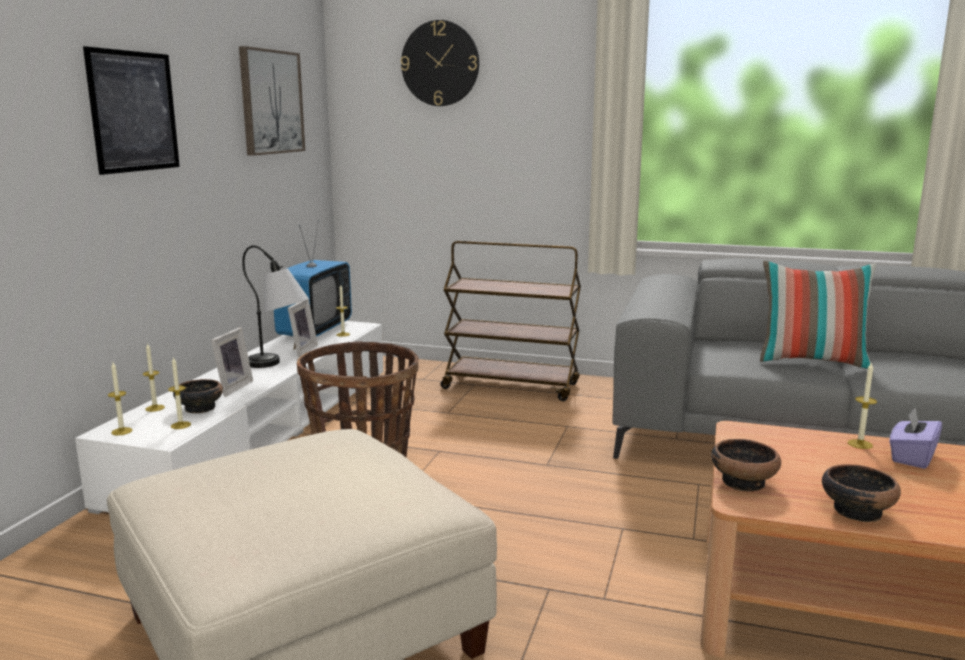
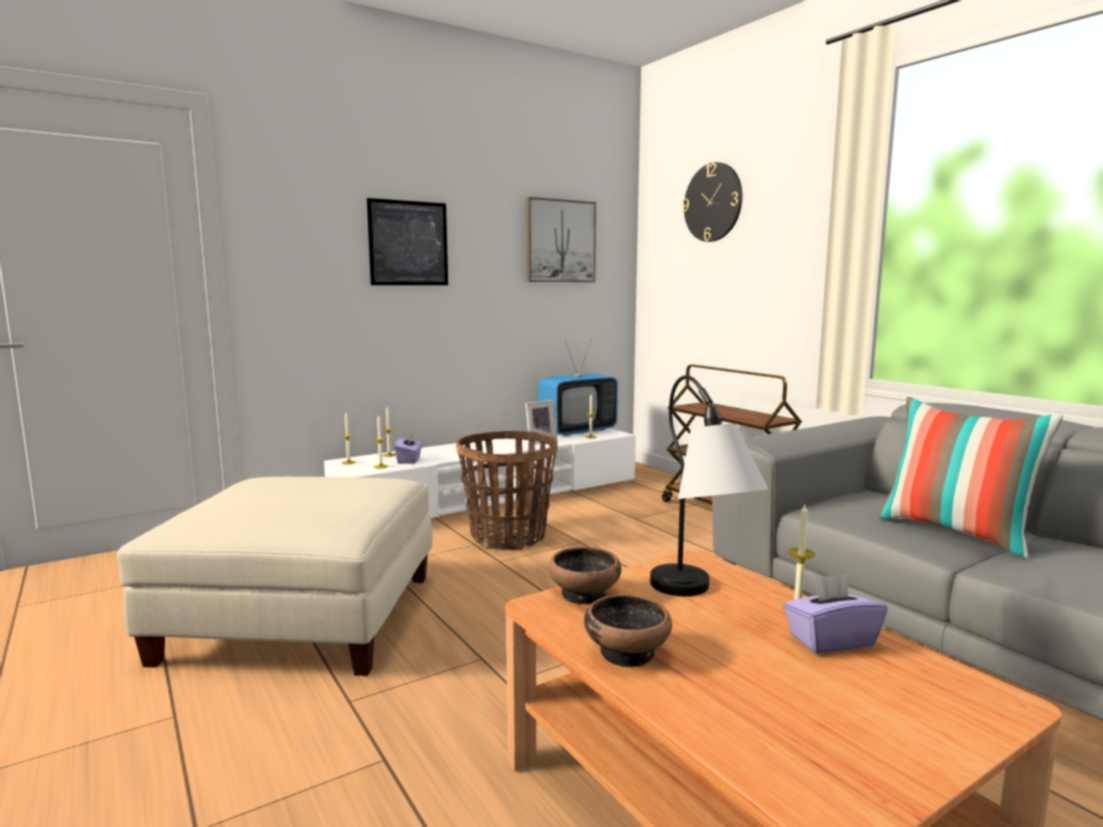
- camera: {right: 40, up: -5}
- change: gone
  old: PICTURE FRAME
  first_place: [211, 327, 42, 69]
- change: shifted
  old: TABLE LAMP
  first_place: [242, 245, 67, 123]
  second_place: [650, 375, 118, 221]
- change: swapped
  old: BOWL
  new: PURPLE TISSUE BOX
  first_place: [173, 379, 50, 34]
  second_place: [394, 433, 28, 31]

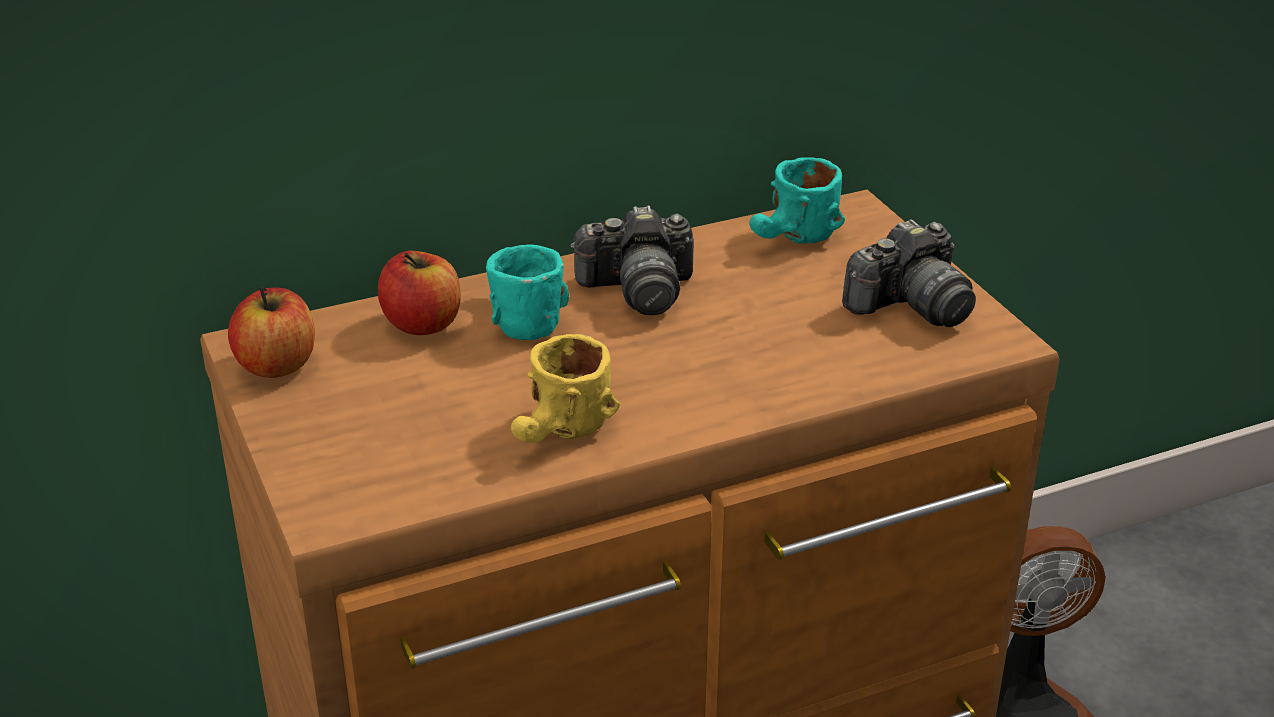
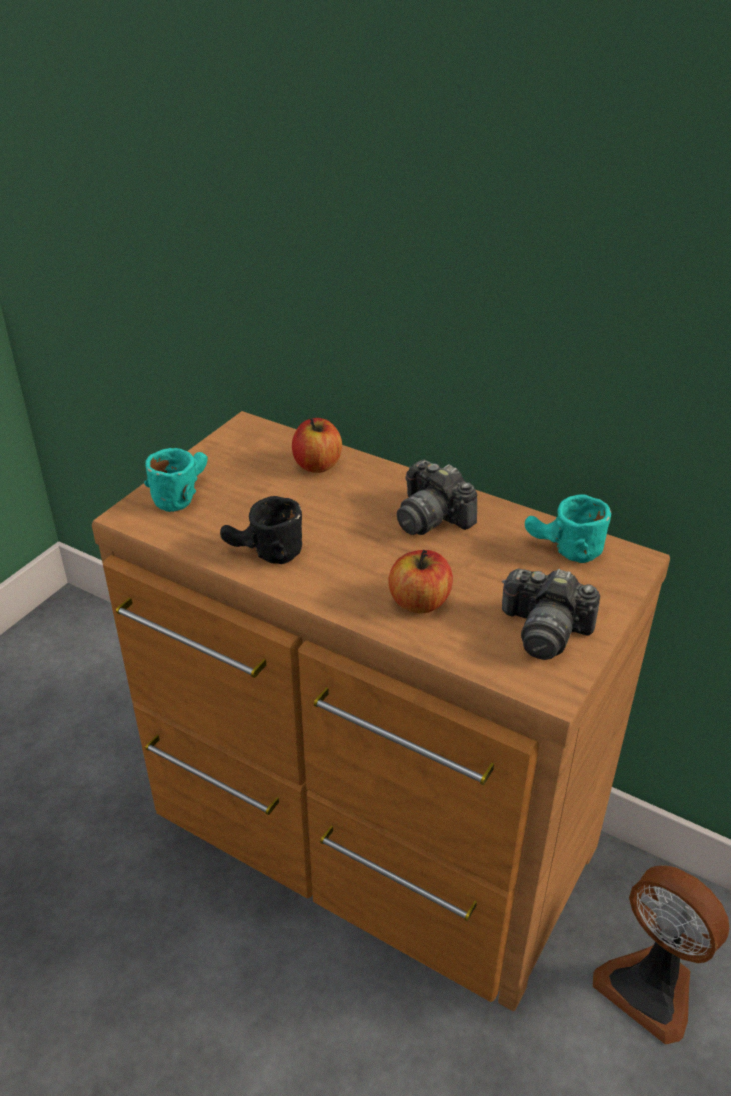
- camera: {right: 55, up: 5}
- change: shifted
  old: APPLE
  first_place: [228, 287, 87, 91]
  second_place: [388, 550, 65, 63]
- change: shifted
  old: TURQUOISE MUG
  first_place: [486, 244, 83, 96]
  second_place: [144, 448, 64, 64]
- change: repainted
  old: YELLOW MUG
  new: BLACK MUG
  first_place: [511, 334, 109, 109]
  second_place: [220, 496, 82, 68]

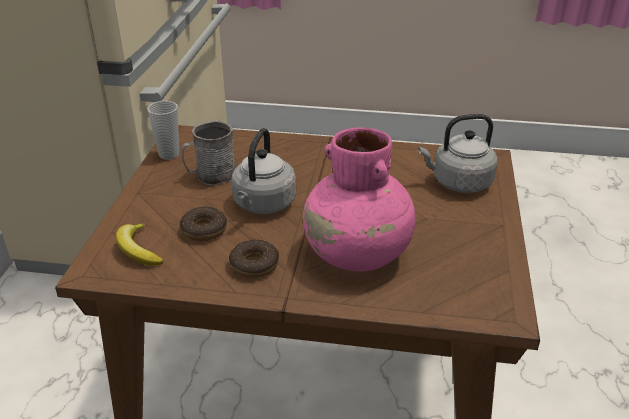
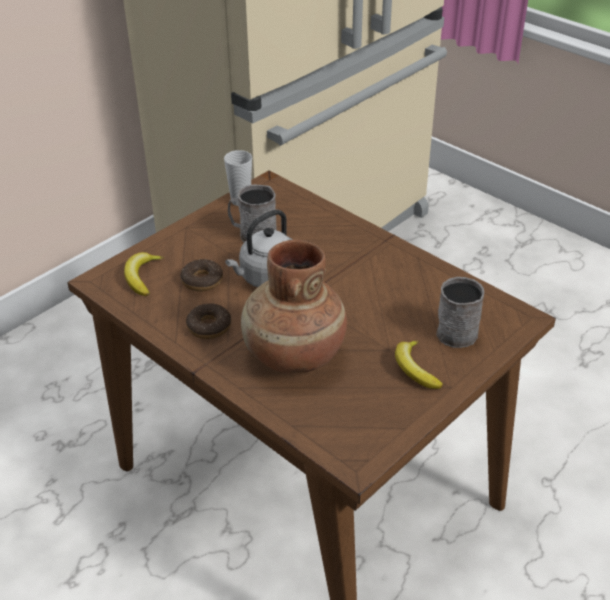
- camera: {right: 35, up: 5}
- change: new
  new: BANANA
  second_place: [395, 340, 48, 49]
- change: swapped
  old: GREY KETTLE
  new: GREY MUG
  first_place: [418, 114, 80, 79]
  second_place: [436, 277, 48, 71]
- change: repainted
  old: PINK VASE
  new: BROWN VASE
  first_place: [303, 127, 112, 144]
  second_place: [241, 240, 106, 133]

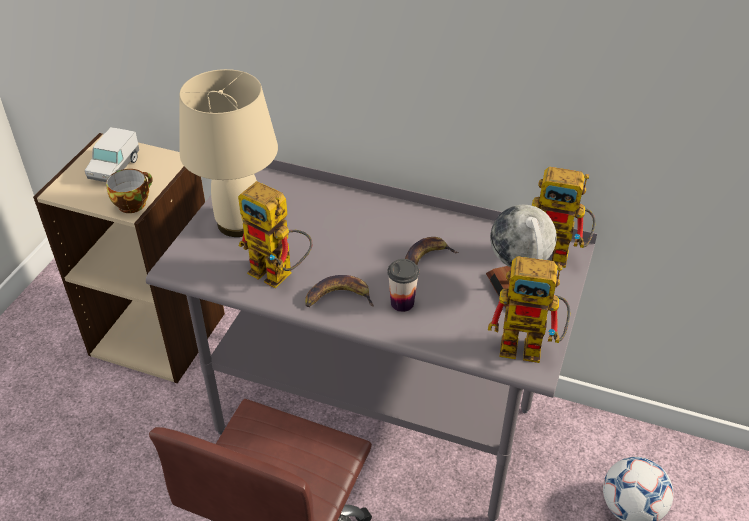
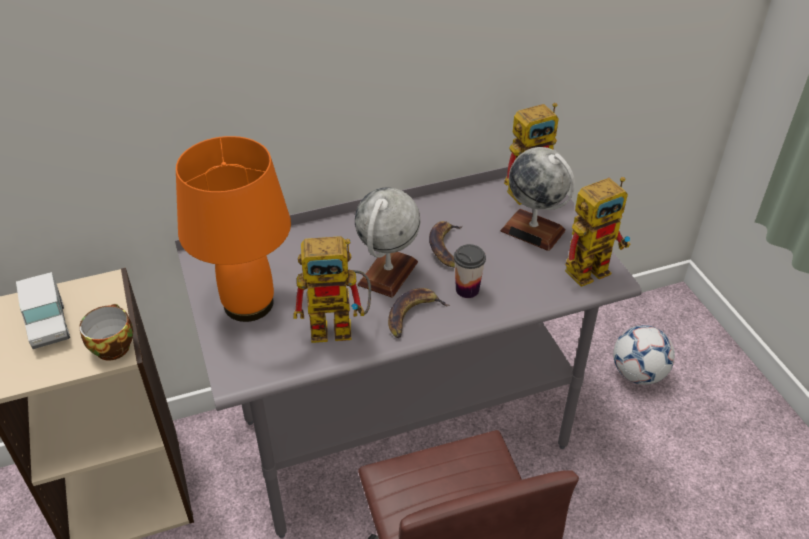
- camera: {right: -40, up: 0}
- change: new
  new: GLOBE
  second_place: [355, 187, 65, 111]
- change: repainted
  old: BEIGE TABLE LAMP
  new: ORANGE TABLE LAMP
  first_place: [179, 69, 99, 168]
  second_place: [176, 136, 115, 186]

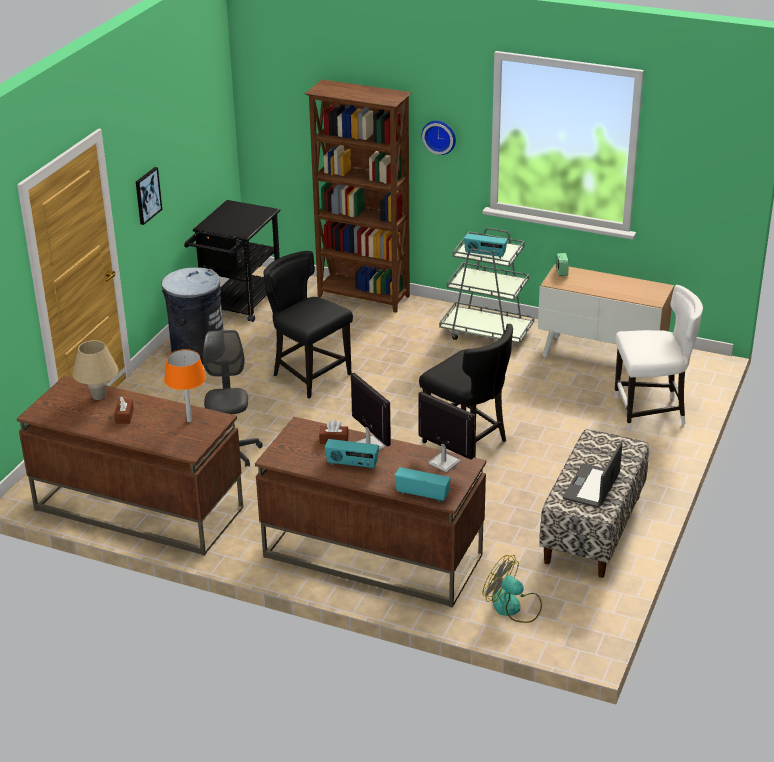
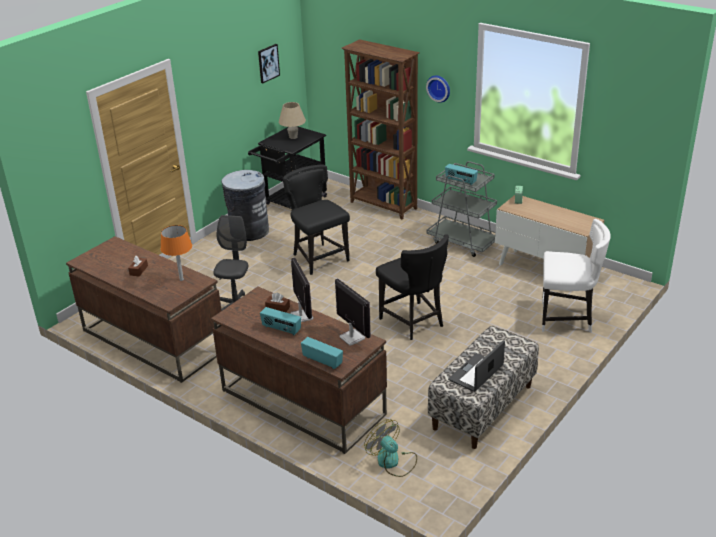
- camera: {right: 15, up: 0}
- change: shifted
  old: BEIGE TABLE LAMP
  first_place: [72, 340, 46, 60]
  second_place: [279, 102, 27, 37]
- change: shifted
  old: PICTURE
  first_place: [136, 167, 26, 58]
  second_place: [258, 44, 22, 39]

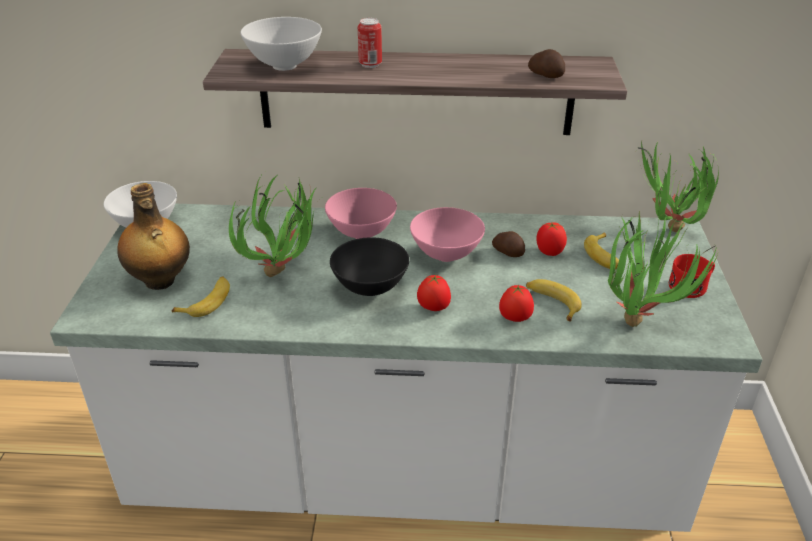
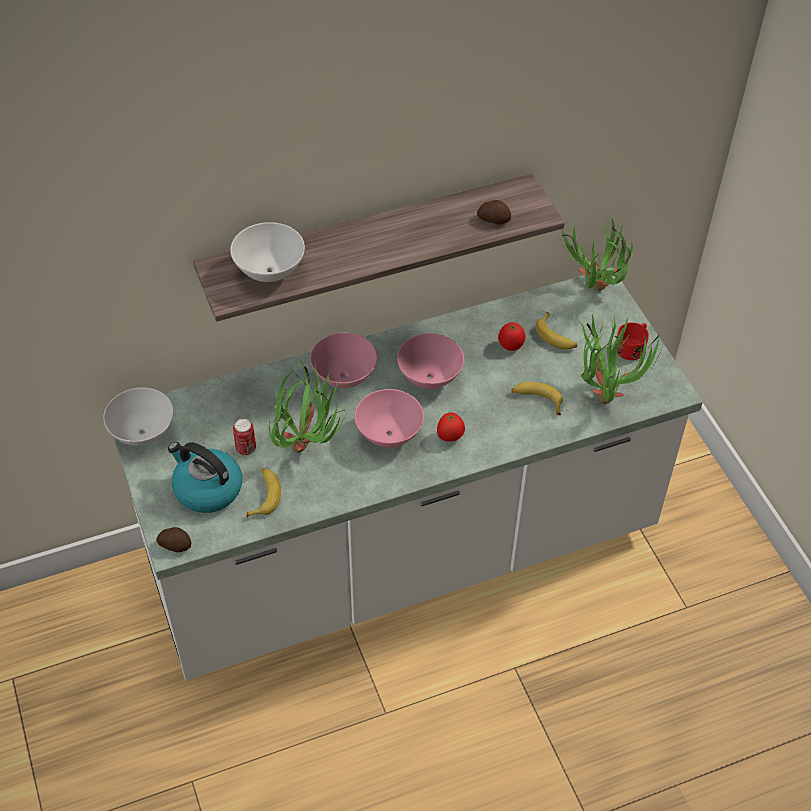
- camera: {right: -25, up: 15}
- change: gone
  old: TOMATO
  first_place: [499, 284, 35, 38]
- change: shifted
  old: CAN
  first_place: [358, 18, 24, 50]
  second_place: [233, 419, 23, 36]
- change: shifted
  old: POTATO
  first_place: [492, 231, 33, 26]
  second_place: [156, 527, 35, 25]
- change: swapped
  old: BOTTLE
  new: KETTLE
  first_place: [117, 183, 73, 107]
  second_place: [168, 442, 74, 71]
- change: repainted
  old: BLACK BOWL
  new: PINK BOWL
  first_place: [330, 237, 79, 59]
  second_place: [355, 389, 69, 59]

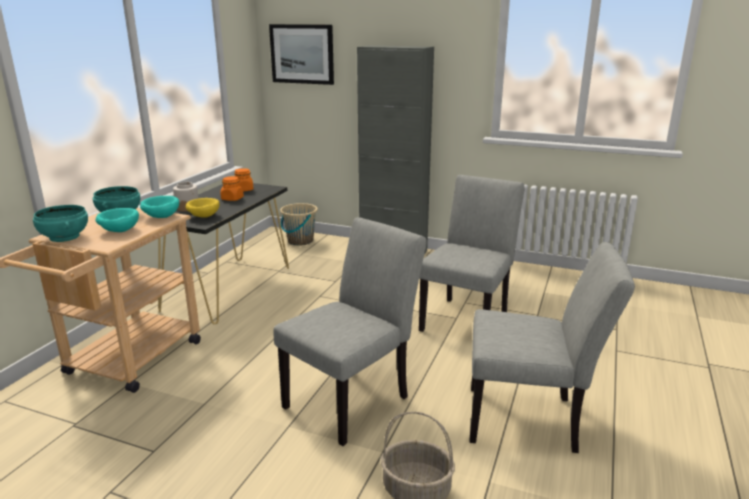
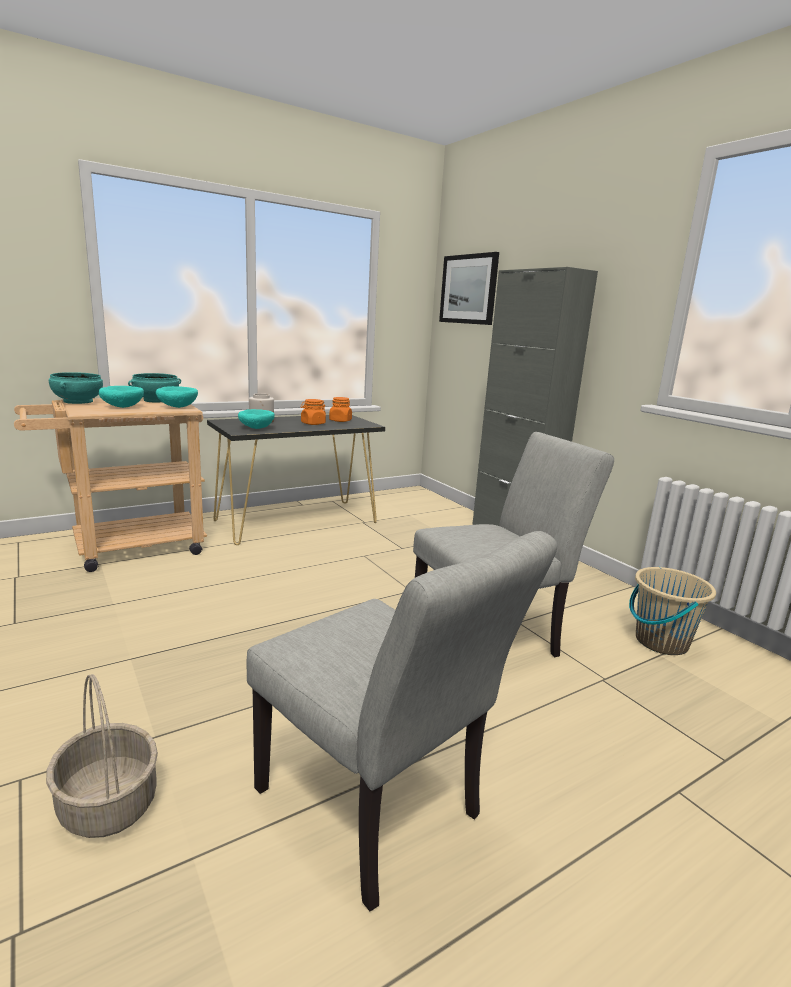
- camera: {right: 35, up: -5}
- change: gone
  old: GREY CHAIR
  first_place: [273, 217, 154, 229]
- change: shifted
  old: BEIGE BUCKET
  first_place: [280, 203, 38, 43]
  second_place: [629, 567, 87, 88]
- change: repainted
  old: YELLOW BOWL
  new: TURQUOISE BOWL
  first_place: [186, 198, 34, 20]
  second_place: [238, 409, 37, 20]

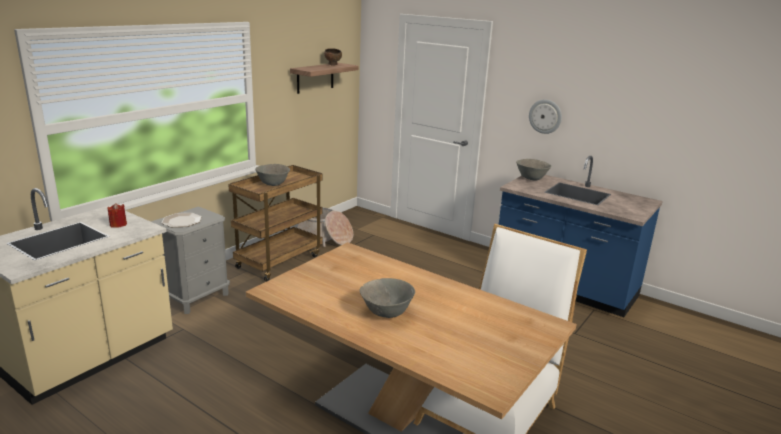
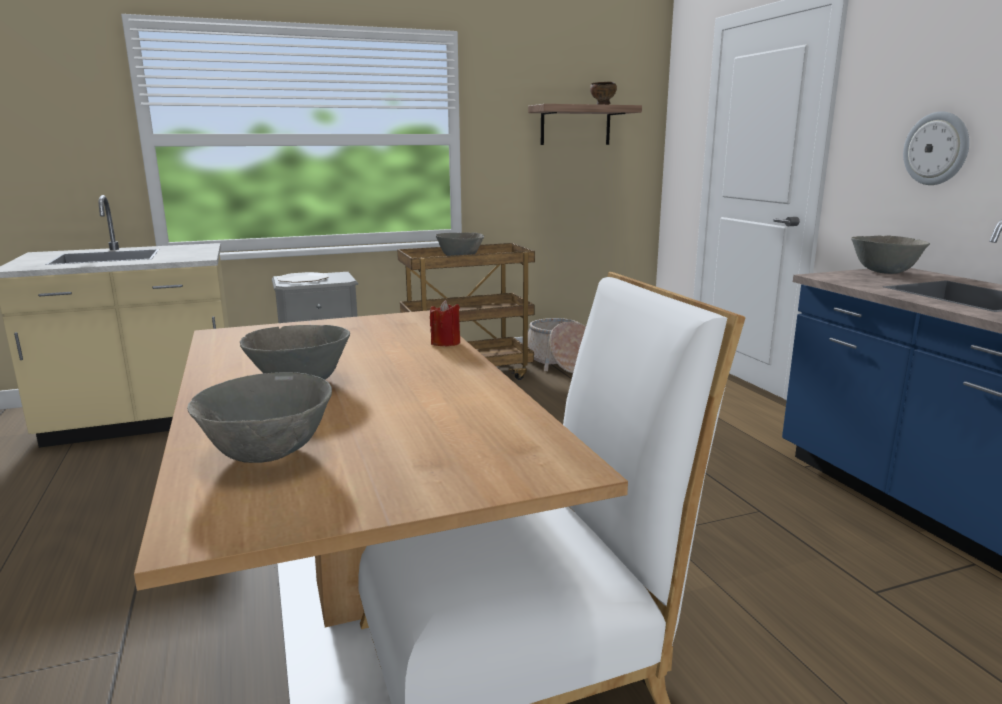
- camera: {right: 35, up: -5}
- change: new
  new: GREY BOWL
  second_place: [187, 372, 145, 91]
- change: shifted
  old: RED CANDLE
  first_place: [108, 203, 19, 25]
  second_place: [430, 300, 30, 46]

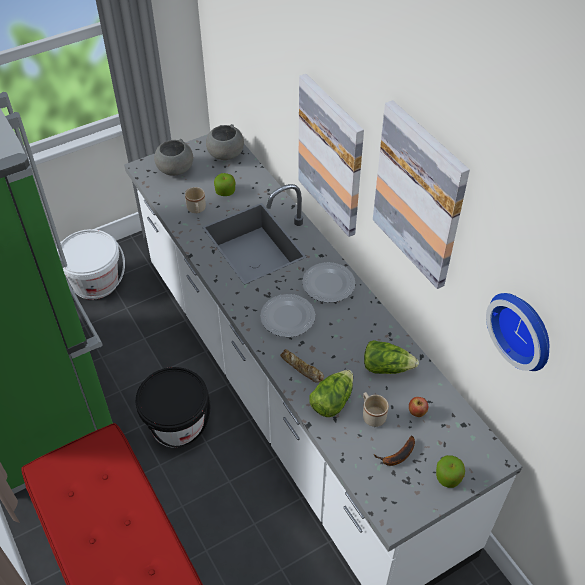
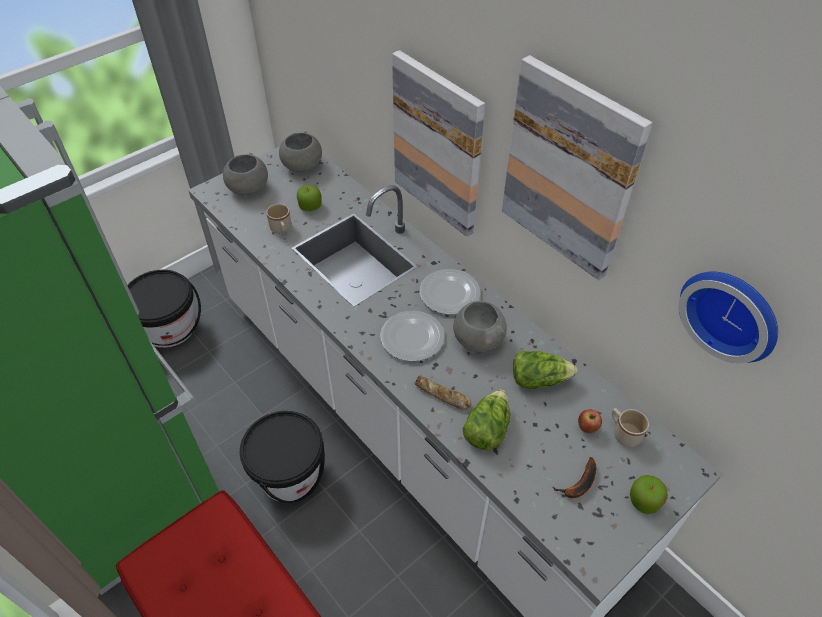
- camera: {right: -10, up: 0}
- change: new
  new: GREY BOWL
  second_place: [453, 301, 54, 51]
- change: shifted
  old: BEIGE MUG
  first_place: [363, 392, 26, 35]
  second_place: [612, 408, 37, 39]
- change: repainted
  old: WHITE BUCKET
  new: BLACK BUCKET
  first_place: [57, 229, 68, 71]
  second_place: [127, 270, 74, 78]

